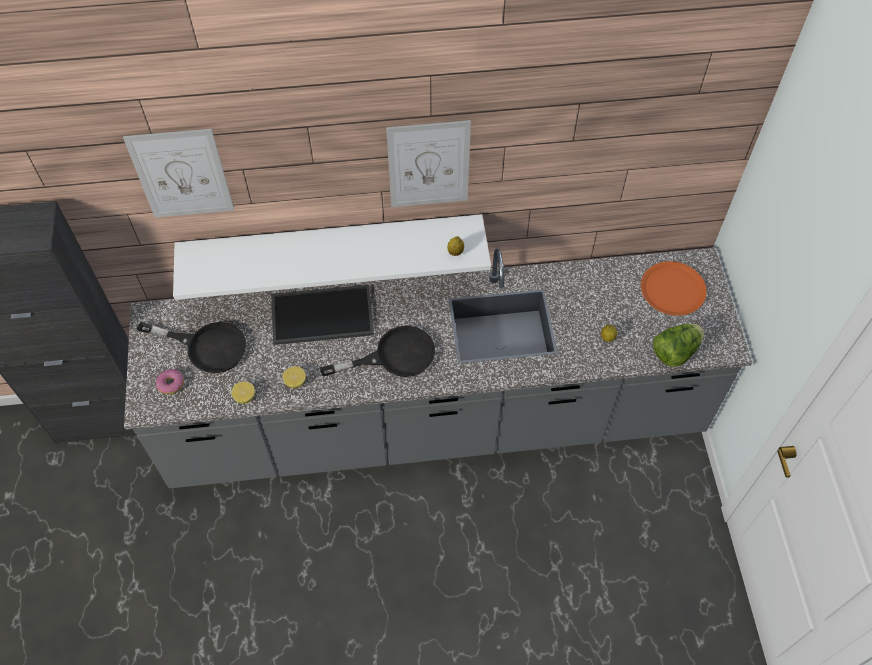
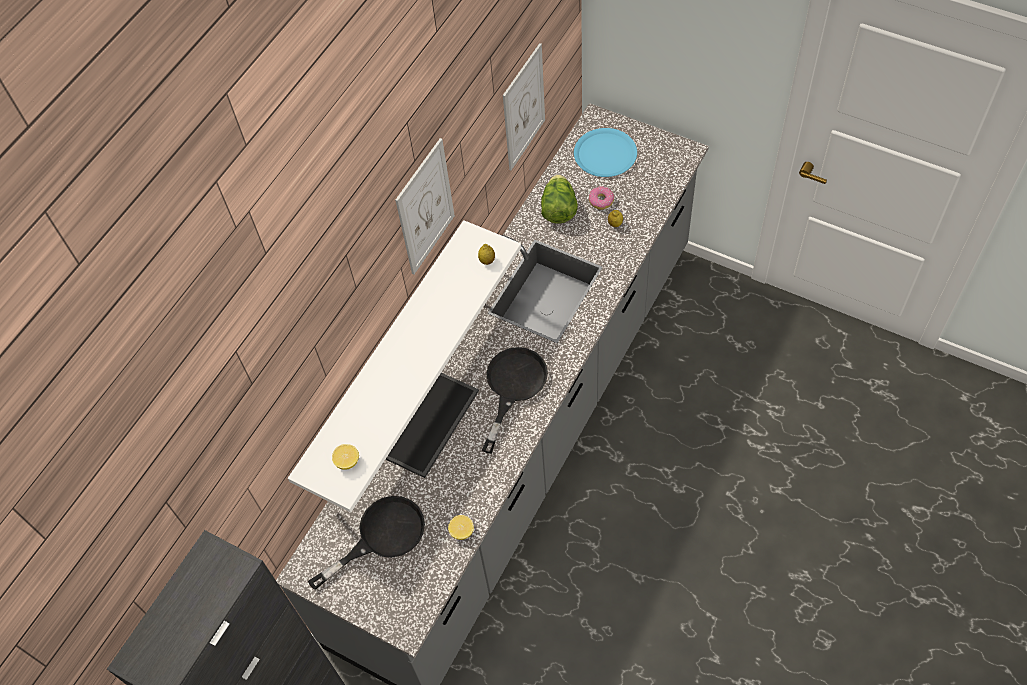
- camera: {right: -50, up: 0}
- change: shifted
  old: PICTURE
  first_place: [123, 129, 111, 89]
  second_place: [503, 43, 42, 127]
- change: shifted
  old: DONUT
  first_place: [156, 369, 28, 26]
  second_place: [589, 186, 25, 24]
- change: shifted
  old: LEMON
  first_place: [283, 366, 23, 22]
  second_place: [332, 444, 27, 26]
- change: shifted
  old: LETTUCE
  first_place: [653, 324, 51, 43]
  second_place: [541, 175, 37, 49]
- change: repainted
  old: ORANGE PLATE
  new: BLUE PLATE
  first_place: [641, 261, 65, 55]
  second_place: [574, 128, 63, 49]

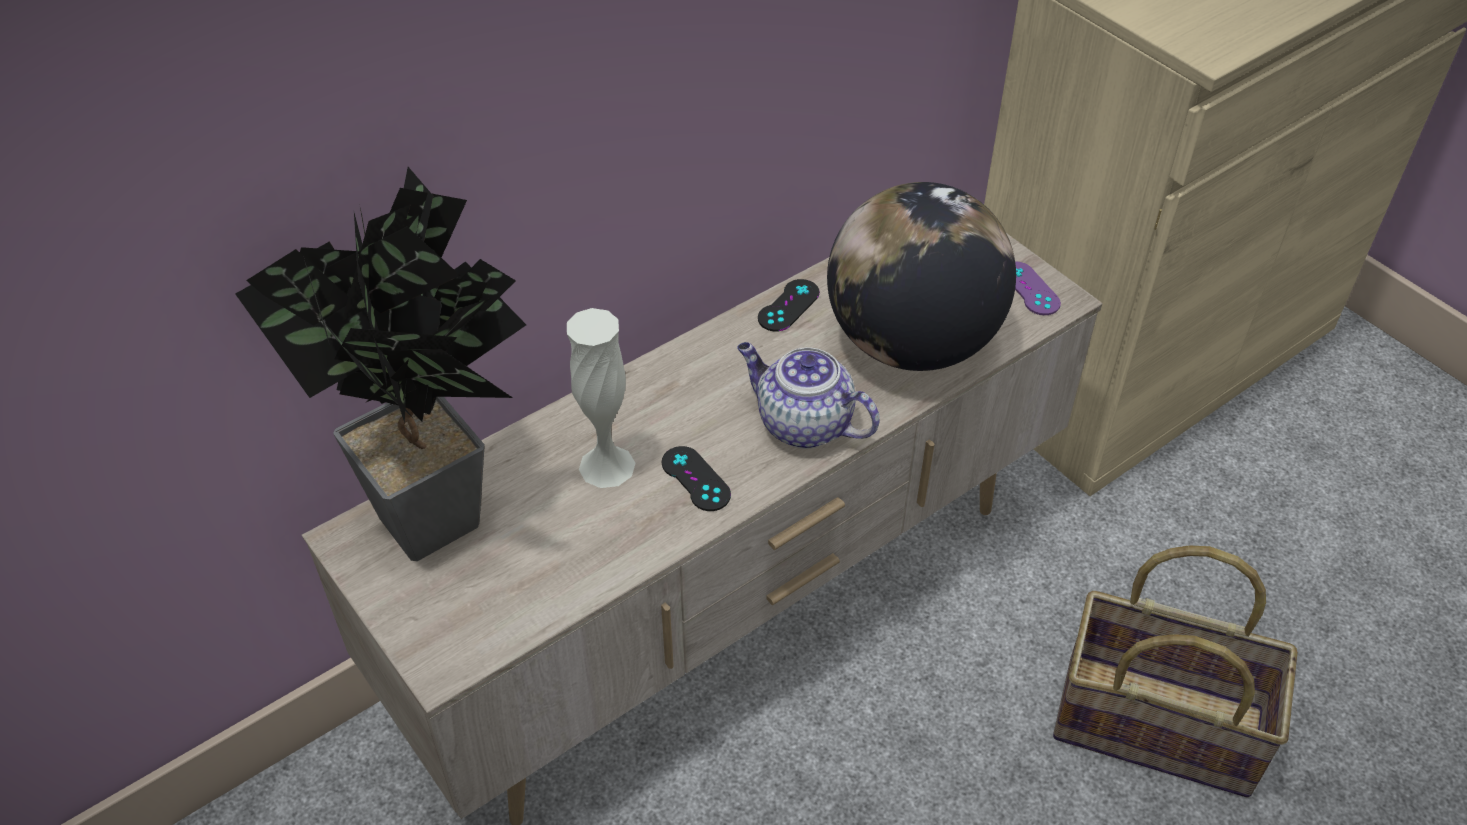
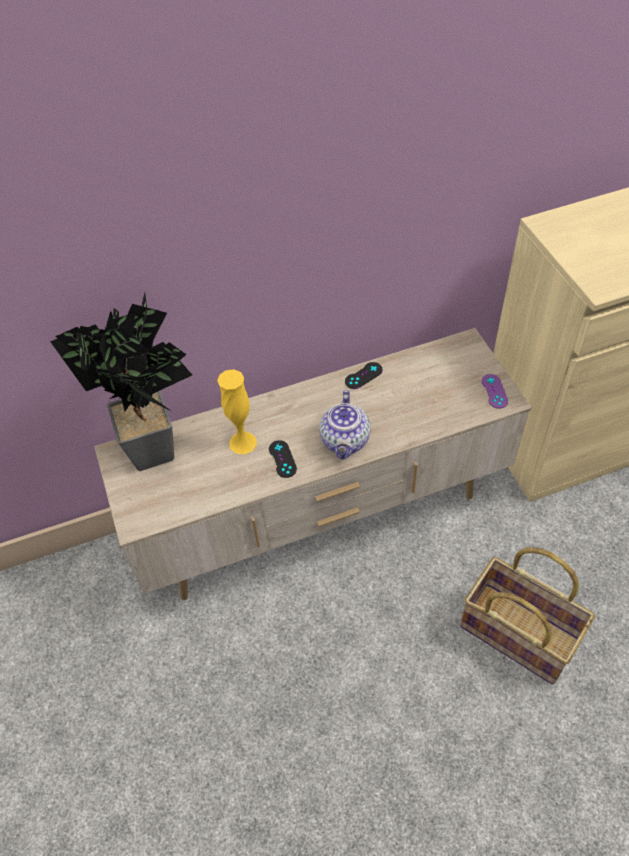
- camera: {right: 20, up: 5}
- change: gone
  old: GLOBE
  first_place: [827, 182, 189, 189]
- change: repainted
  old: WHITE VASE
  new: YELLOW VASE
  first_place: [567, 308, 68, 180]
  second_place: [217, 369, 40, 86]
- change: rotated
  old: TEAPOT
  first_place: [737, 342, 143, 107]
  second_place: [319, 390, 51, 69]
  degrees: -135

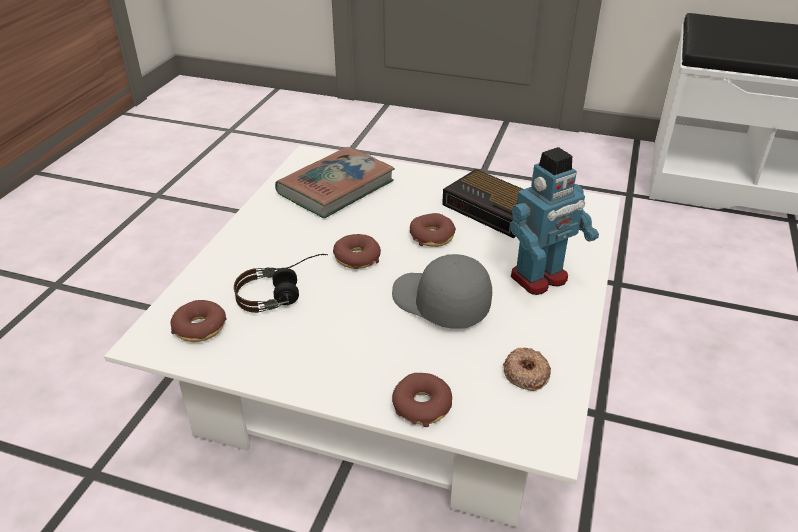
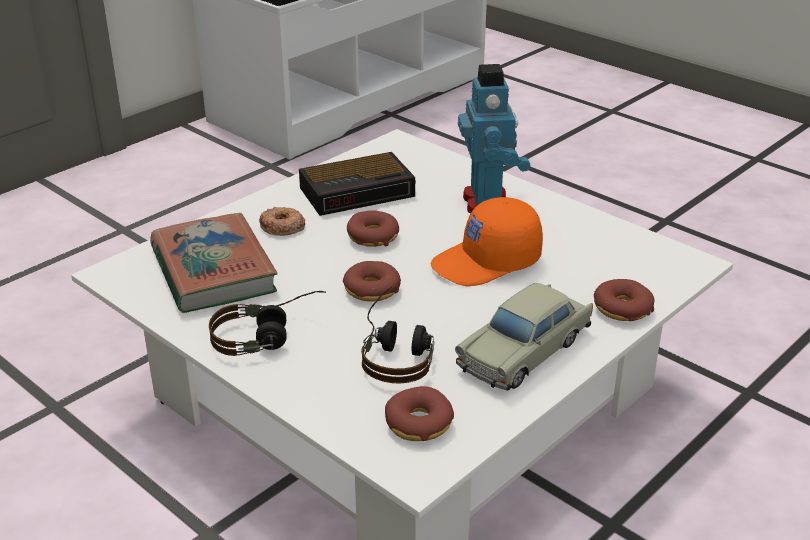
- camera: {right: -65, up: -5}
- change: new
  new: HEADPHONES
  second_place: [209, 291, 117, 65]
- change: new
  new: BEIGE TOY CAR
  second_place: [455, 283, 138, 108]
- change: shifted
  old: DONUT
  first_place: [503, 348, 48, 43]
  second_place: [259, 207, 46, 29]
- change: repainted
  old: GREY CAP
  new: ORANGE CAP
  first_place: [392, 254, 100, 75]
  second_place: [431, 197, 112, 89]

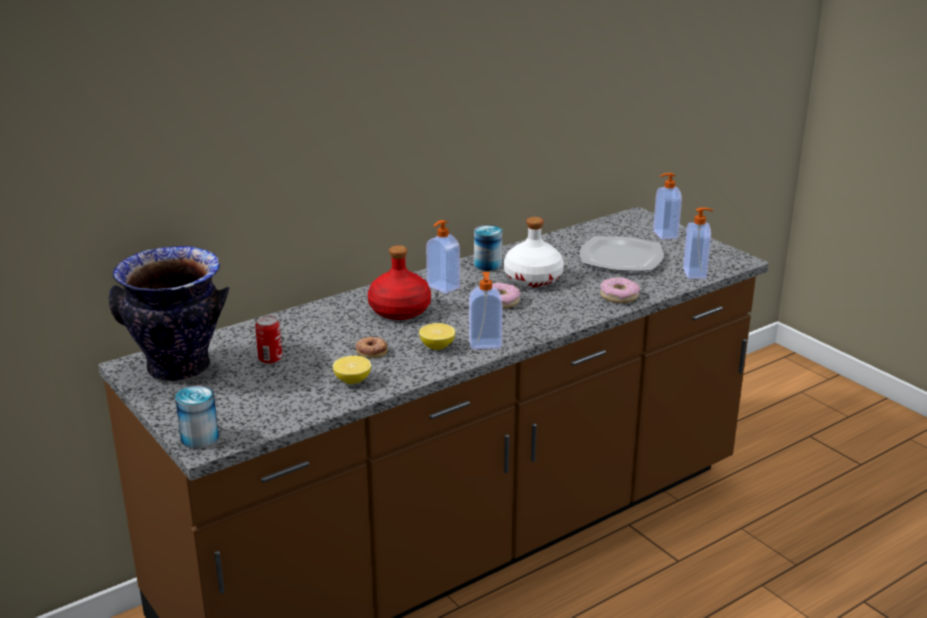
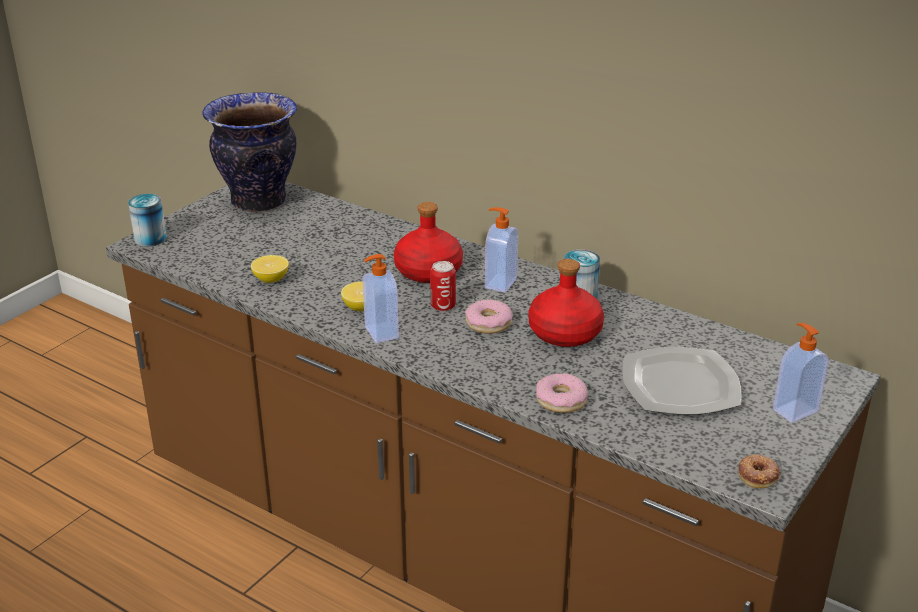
- camera: {right: 70, up: 5}
- change: gone
  old: SOAP DISPENSER
  first_place: [683, 207, 30, 72]
- change: shifted
  old: CAN
  first_place: [255, 316, 27, 48]
  second_place: [430, 261, 26, 50]
- change: shifted
  old: DONUT
  first_place: [356, 337, 32, 21]
  second_place: [738, 454, 43, 34]
- change: repainted
  old: WHITE BOTTLE
  new: RED BOTTLE
  first_place: [504, 217, 60, 70]
  second_place: [529, 259, 75, 88]

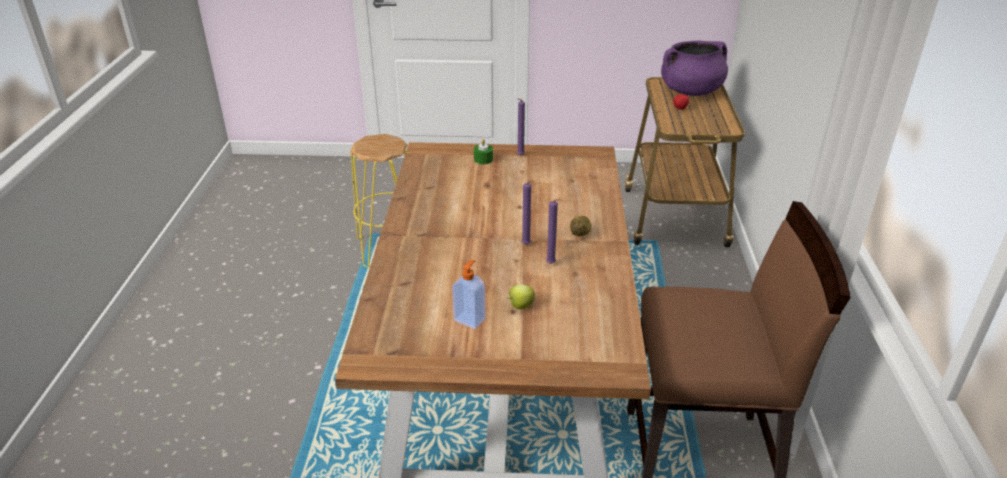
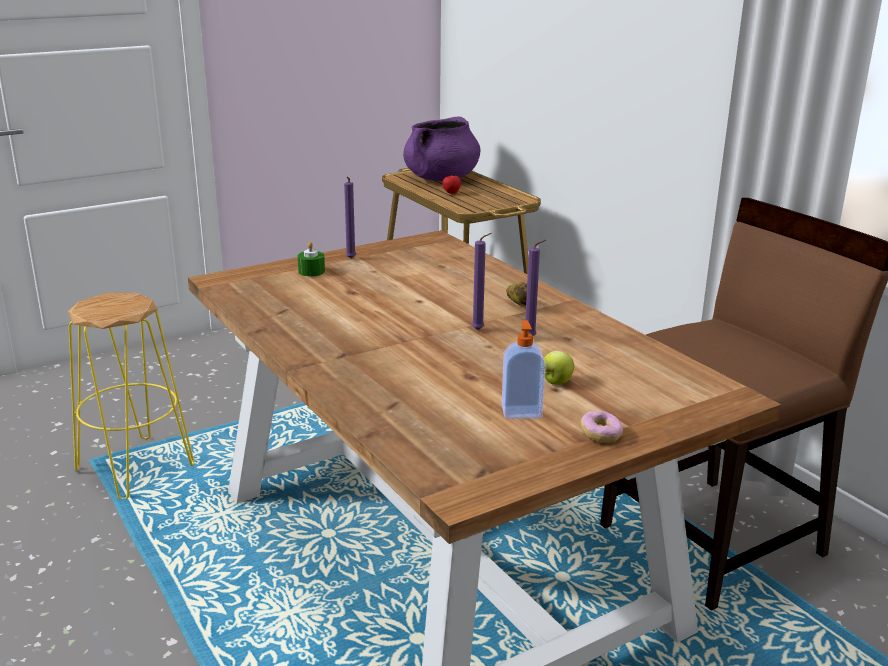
- camera: {right: -35, up: -10}
- change: new
  new: DONUT
  second_place: [581, 411, 42, 32]

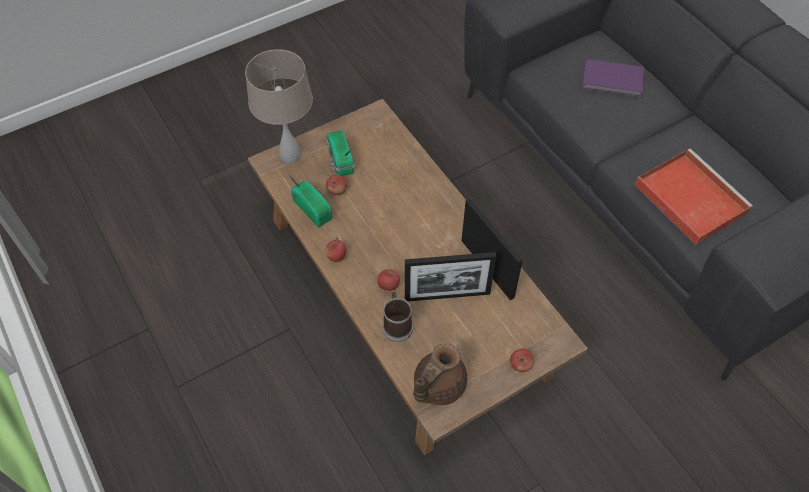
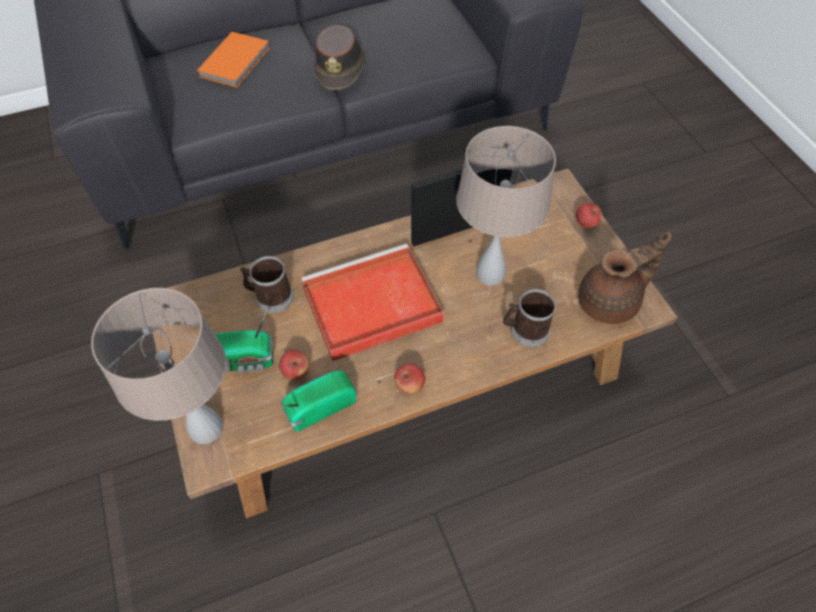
- camera: {right: -80, up: 0}
- change: gone
  old: APPLE
  first_place: [377, 269, 23, 22]
- change: new
  new: MUG
  second_place: [240, 256, 54, 57]
- change: new
  new: BROWN HAT
  second_place: [314, 25, 51, 65]
- change: shifted
  old: RED TRAY
  first_place: [635, 149, 118, 96]
  second_place: [301, 244, 143, 117]
- change: swapped
  old: PICTURE FRAME
  new: BEIGE TABLE LAMP
  first_place: [405, 252, 92, 49]
  second_place: [456, 126, 100, 160]
- change: repainted
  old: PURPLE BOOK
  new: ORANGE BOOK
  first_place: [582, 59, 62, 38]
  second_place: [196, 32, 74, 55]
- change: rotated
  old: BROWN TEAPOT
  first_place: [413, 344, 54, 61]
  second_place: [578, 232, 93, 92]
  degrees: -75

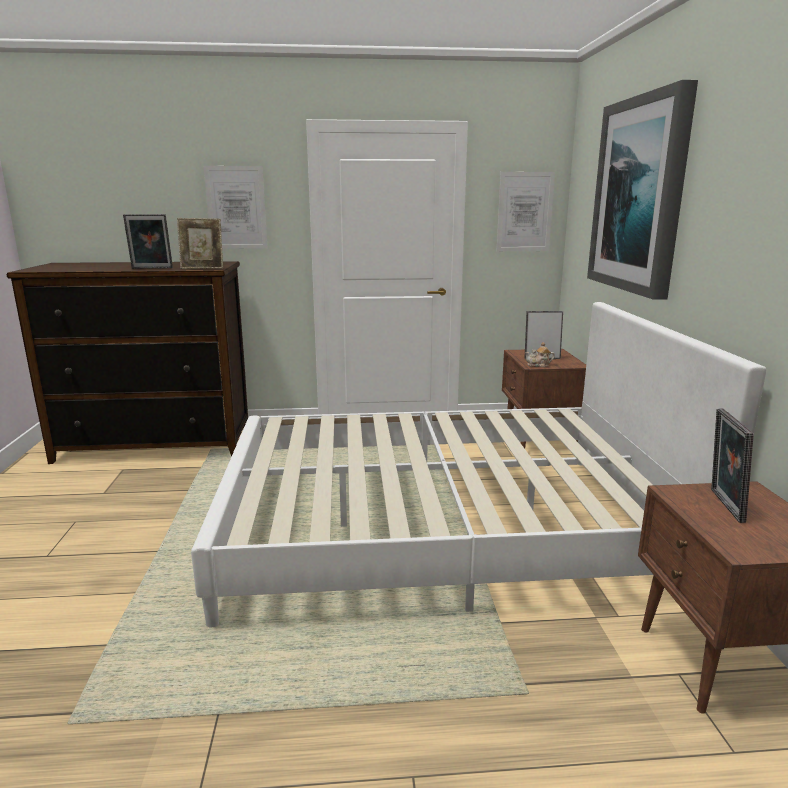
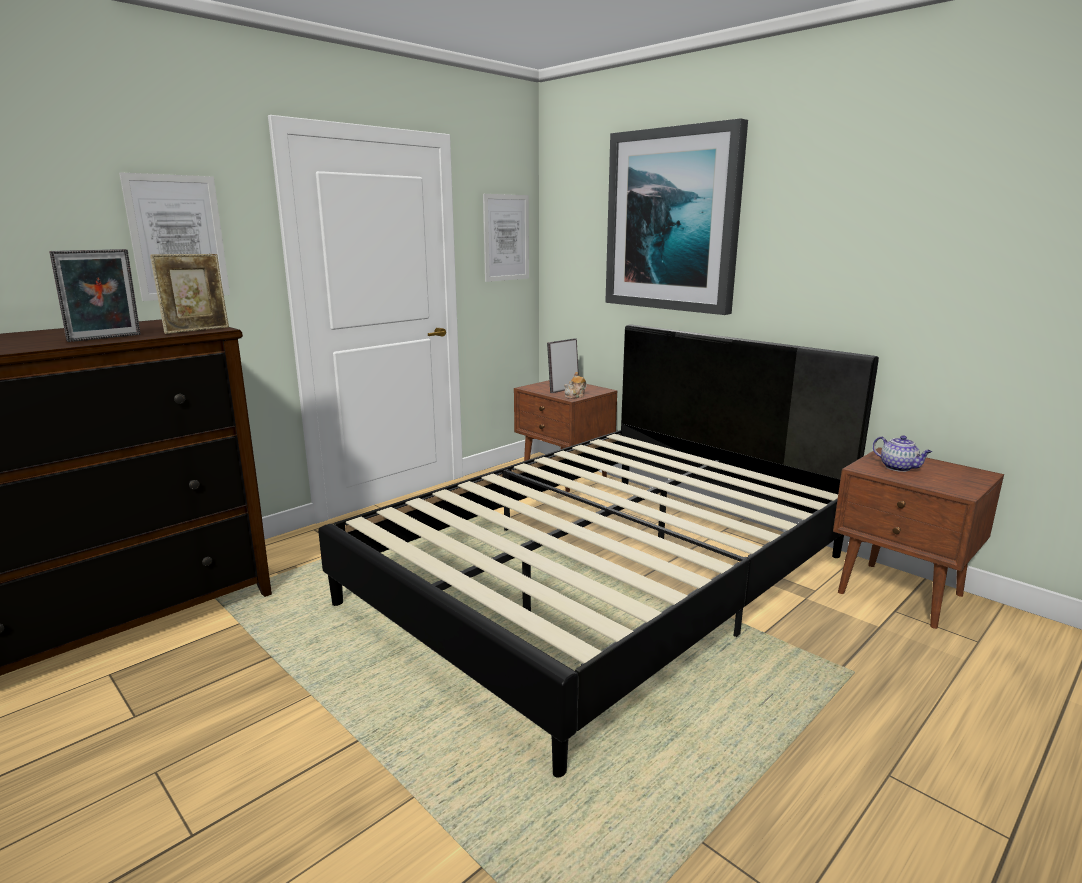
- camera: {right: -40, up: 0}
- change: swapped
  old: PICTURE FRAME
  new: TEAPOT
  first_place: [711, 408, 43, 115]
  second_place: [873, 435, 59, 37]
- change: repainted
  old: WHITE BED
  new: BLACK BED
  first_place: [191, 302, 575, 325]
  second_place: [318, 324, 561, 454]

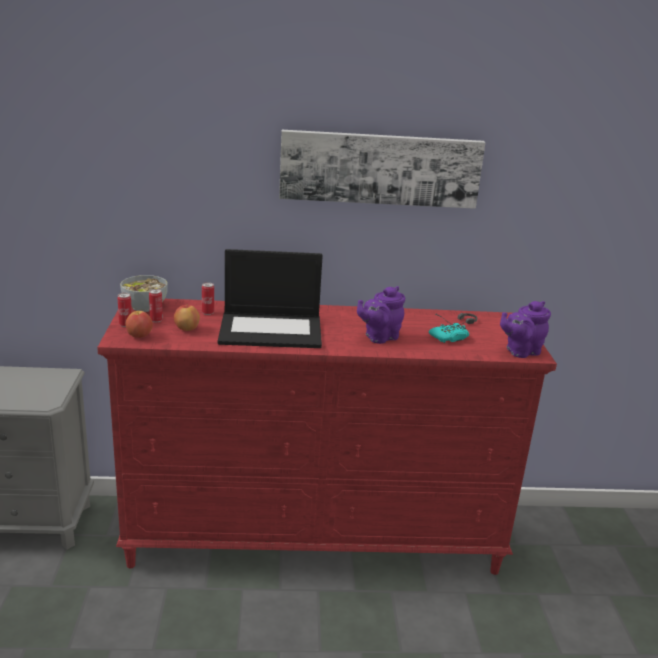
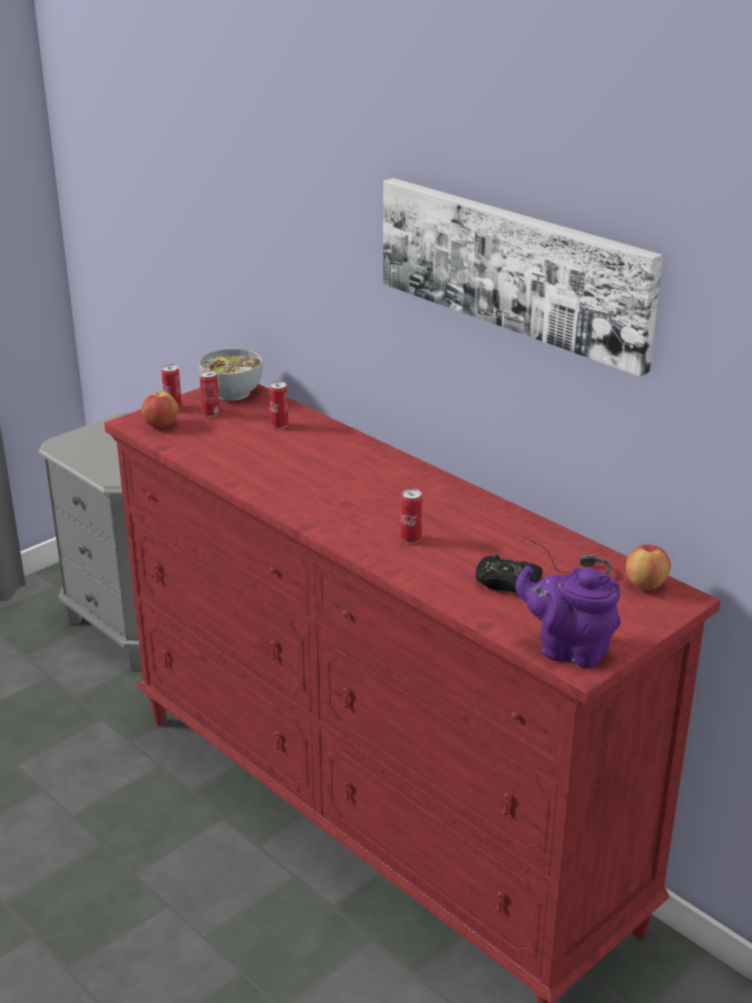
- camera: {right: 50, up: 5}
- change: gone
  old: LAPTOP
  first_place: [218, 249, 105, 99]
- change: shifted
  old: APPLE
  first_place: [174, 305, 26, 26]
  second_place: [626, 544, 45, 46]
- change: swapped
  old: PURPLE TEAPOT
  new: CAN
  first_place: [357, 286, 48, 58]
  second_place: [401, 489, 21, 54]
- change: repainted
  old: TURQUOISE GAME CONTROLLER
  new: BLACK GAME CONTROLLER
  first_place: [429, 323, 40, 20]
  second_place: [476, 554, 67, 39]

